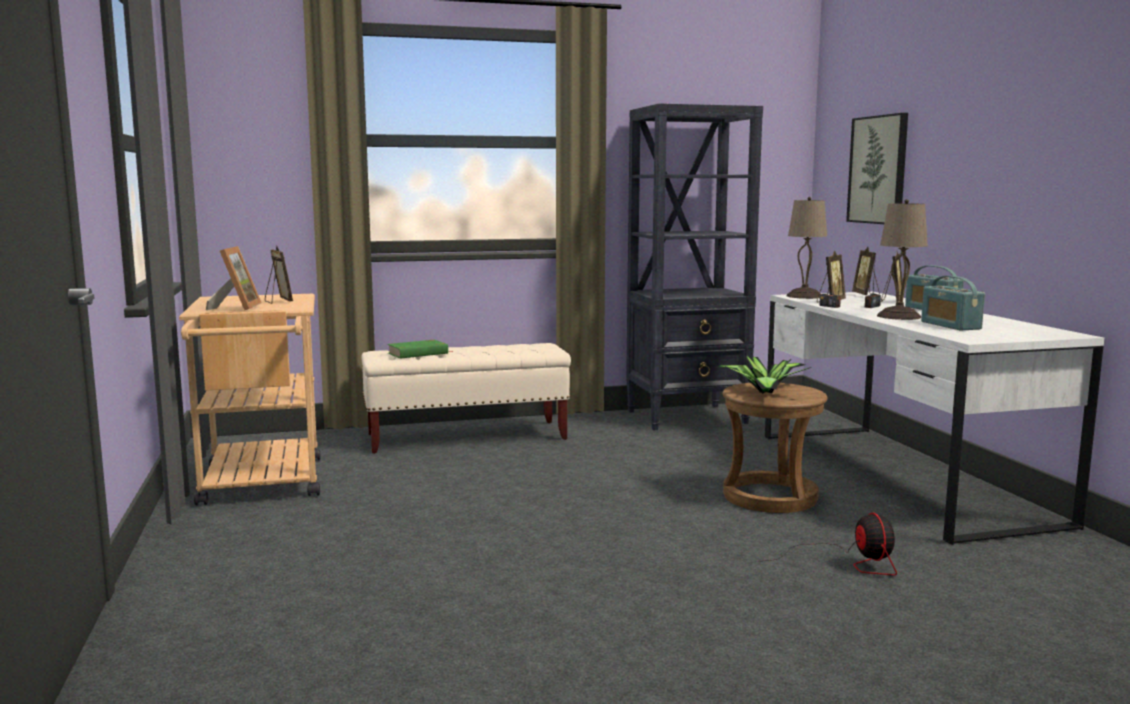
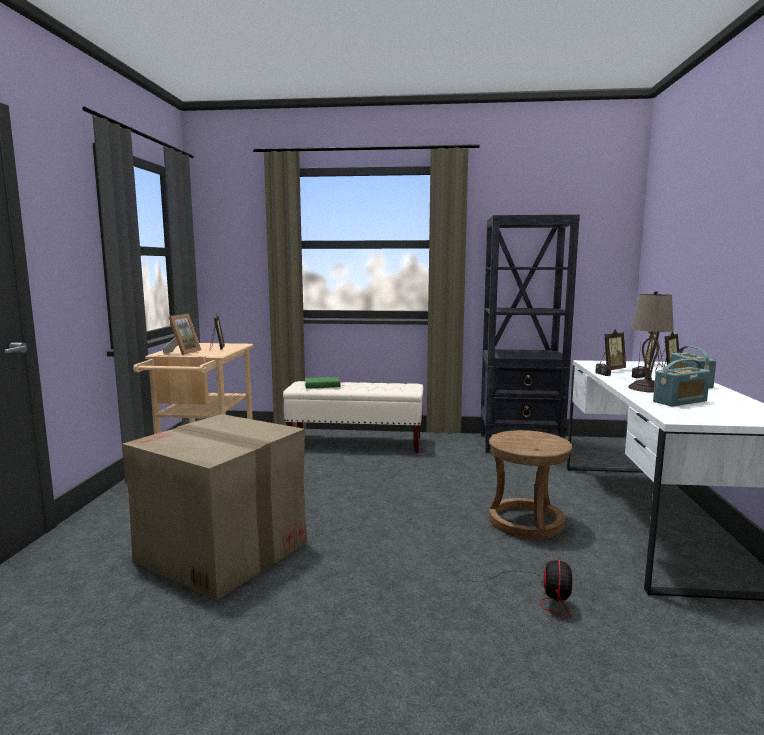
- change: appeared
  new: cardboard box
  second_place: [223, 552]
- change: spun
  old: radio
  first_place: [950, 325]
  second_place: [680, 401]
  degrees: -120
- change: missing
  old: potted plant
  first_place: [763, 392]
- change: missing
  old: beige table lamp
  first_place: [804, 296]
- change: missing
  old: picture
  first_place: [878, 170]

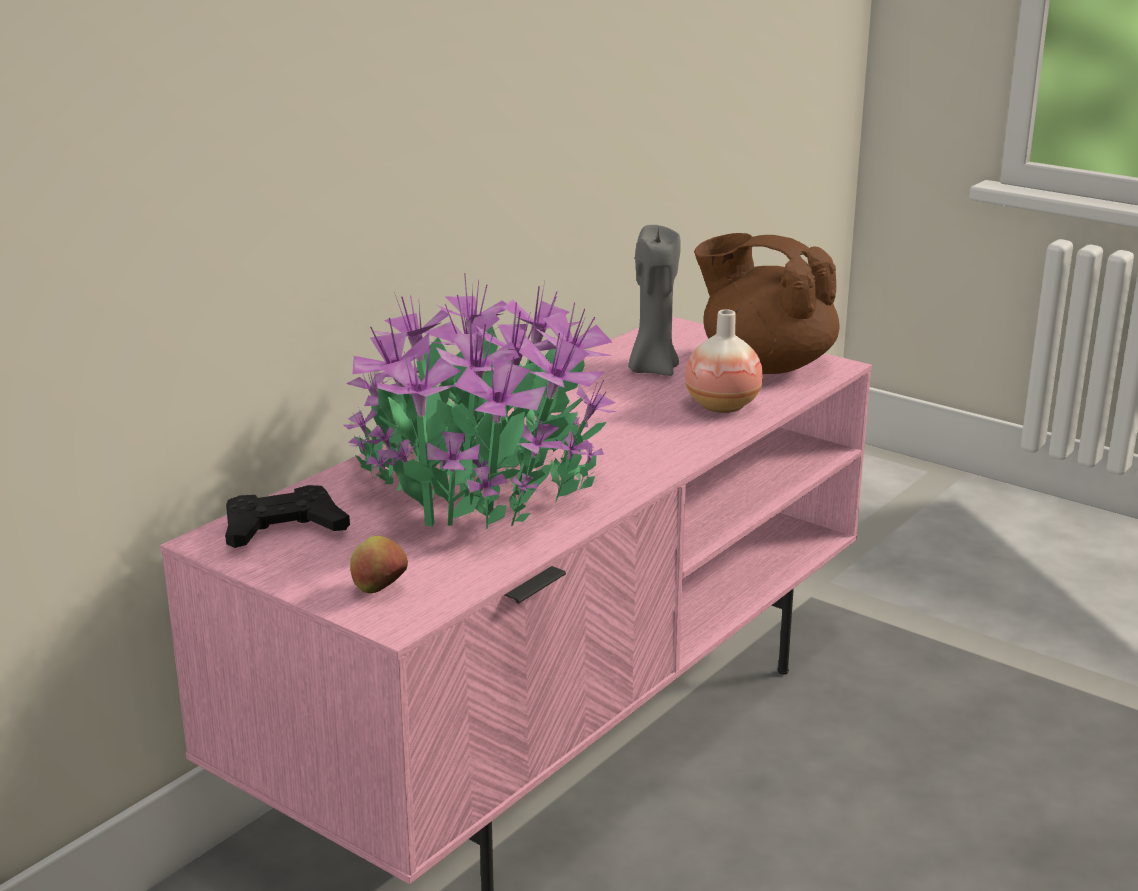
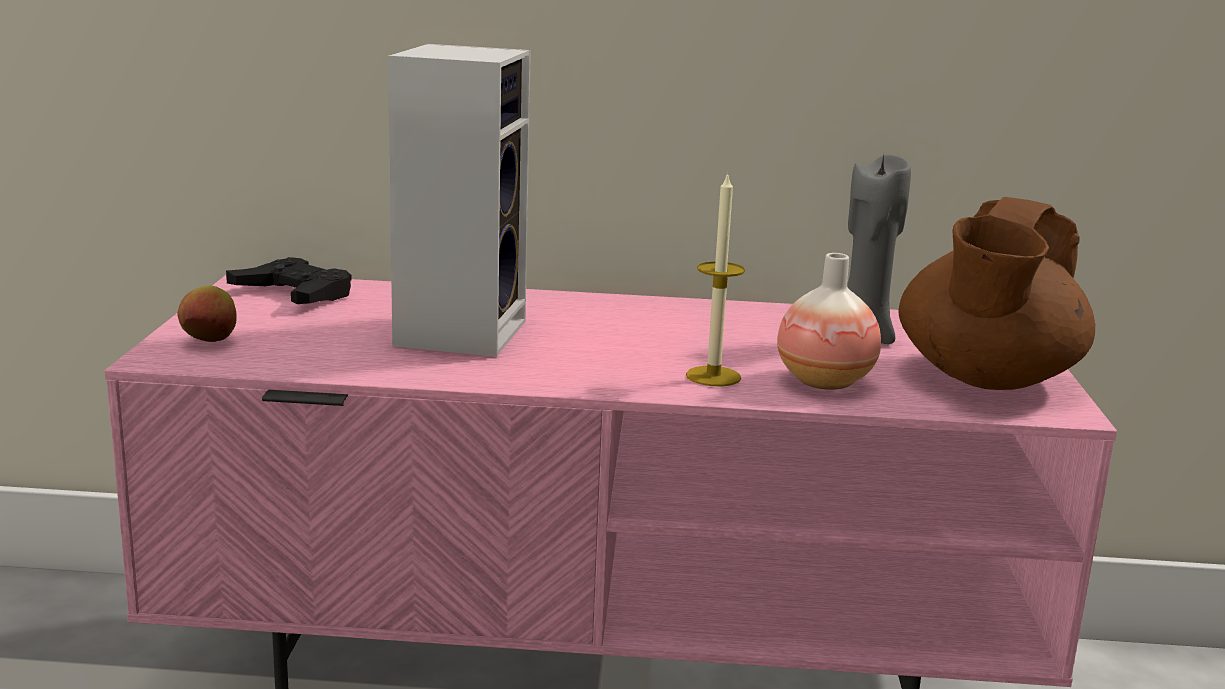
- change: exchanged
  old: potted plant
  new: speaker
  first_place: [478, 487]
  second_place: [460, 331]
- change: appeared
  new: candle
  second_place: [713, 376]
- change: spun
  old: brown teapot
  first_place: [765, 364]
  second_place: [986, 379]
  degrees: -150

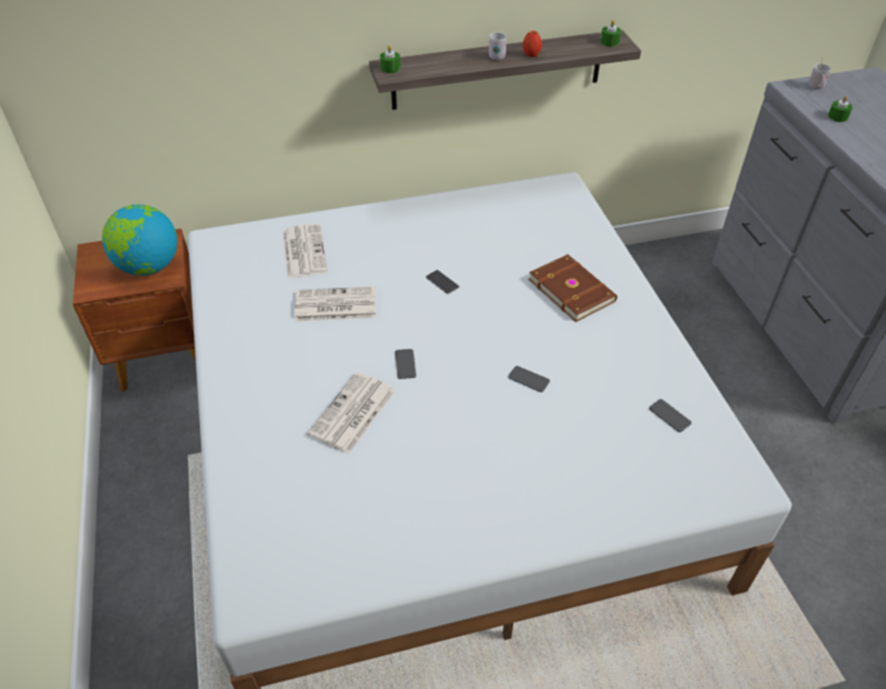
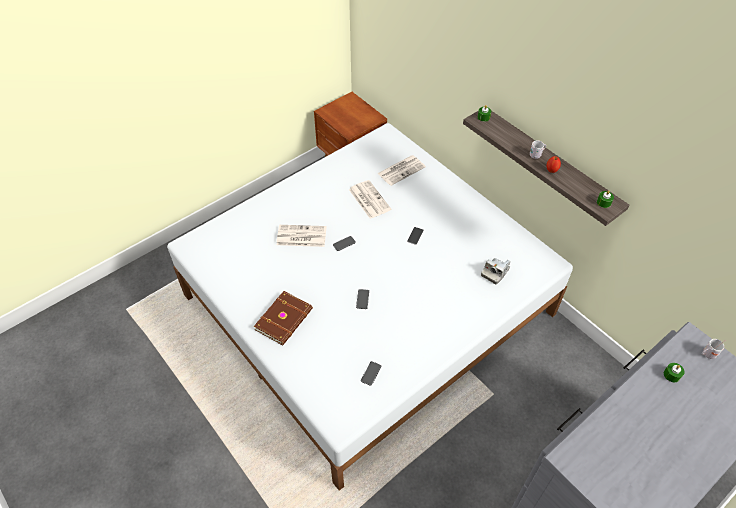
- change: relocated
  old: brown book
  first_place: [572, 289]
  second_place: [285, 319]
- change: appeared
  new: photo camera
  second_place: [495, 272]
- change: missing
  old: globe
  first_place: [149, 266]

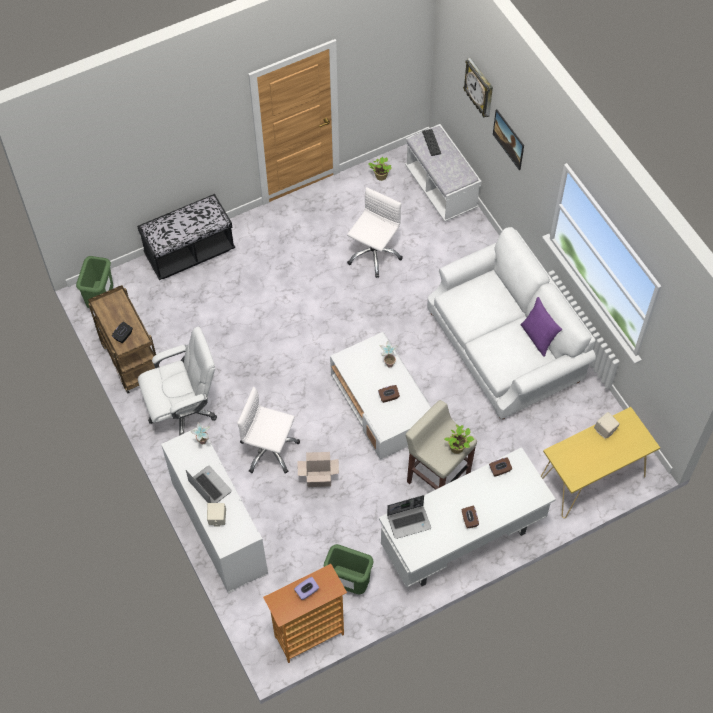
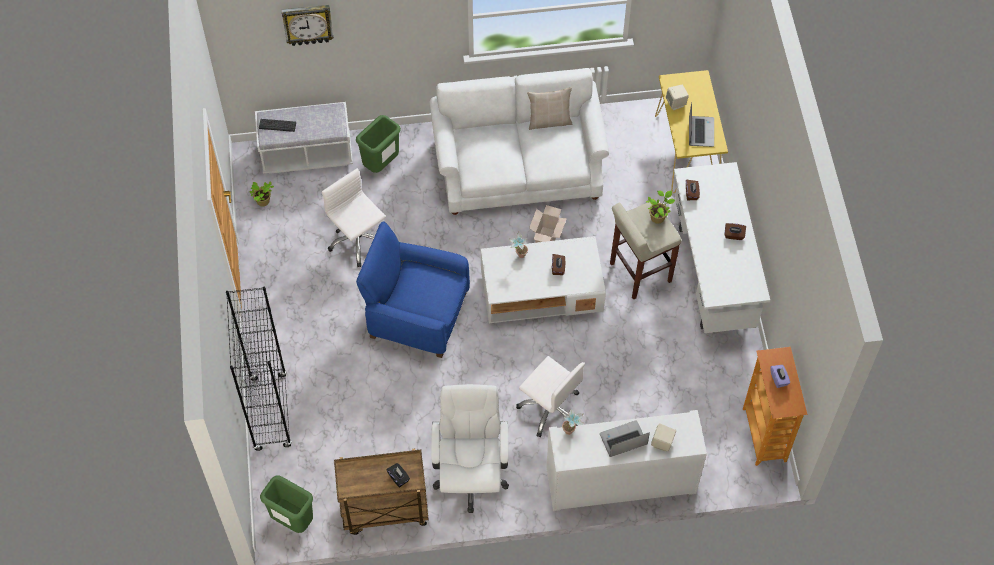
- change: exchanged
  old: black bench
  new: black bookcase
  first_place: [189, 252]
  second_place: [270, 412]
- change: relocated
  old: green trash can
  first_place: [348, 584]
  second_place: [381, 164]
- change: appeared
  new: blue armchair
  second_place: [417, 314]
- change: spun
  old: white office chair
  first_place: [269, 450]
  second_place: [550, 408]
  degrees: -90
- change: colour
  old: purple pillow
  new: beige pillow
  first_place: [538, 337]
  second_place: [549, 121]
- change: relocated
  old: cardboard box
  first_place: [318, 479]
  second_place: [547, 239]
- change: relocated
  old: laptop
  first_place: [409, 521]
  second_place: [700, 131]
- change: missing
  old: picture
  first_place: [507, 145]

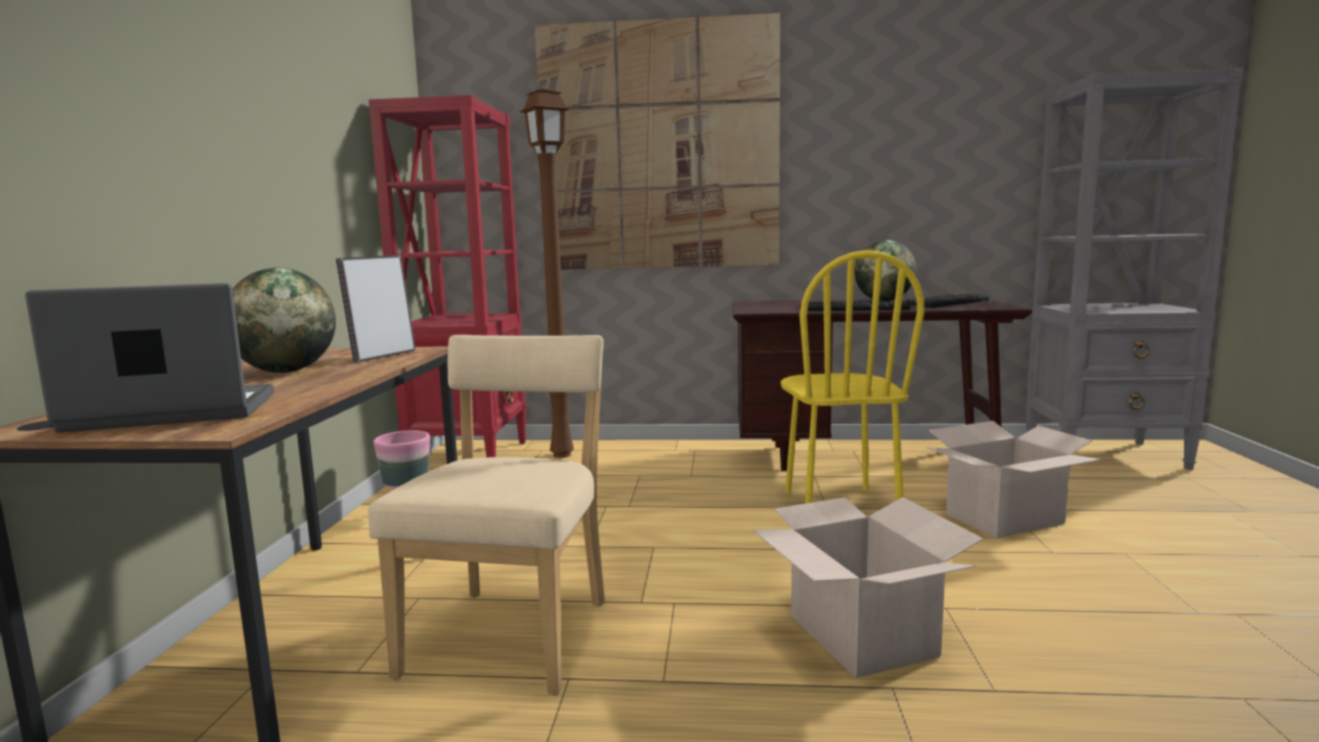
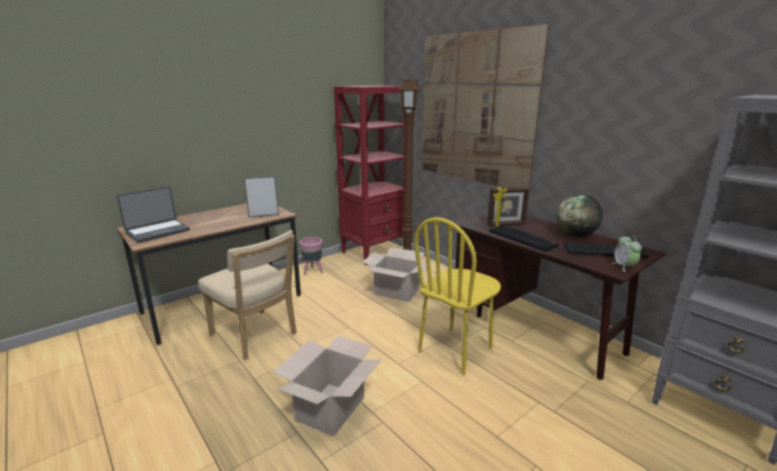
- change: spun
  old: laptop
  first_place: [172, 413]
  second_place: [157, 231]
  degrees: 105
- change: spun
  old: beige chair
  first_place: [513, 633]
  second_place: [256, 336]
  degrees: 75
- change: relocated
  old: cardboard box
  first_place: [1003, 518]
  second_place: [397, 291]
- change: appeared
  new: picture frame
  second_place: [506, 225]
- change: appeared
  new: alarm clock
  second_place: [624, 267]
- change: missing
  old: globe
  first_place: [286, 371]

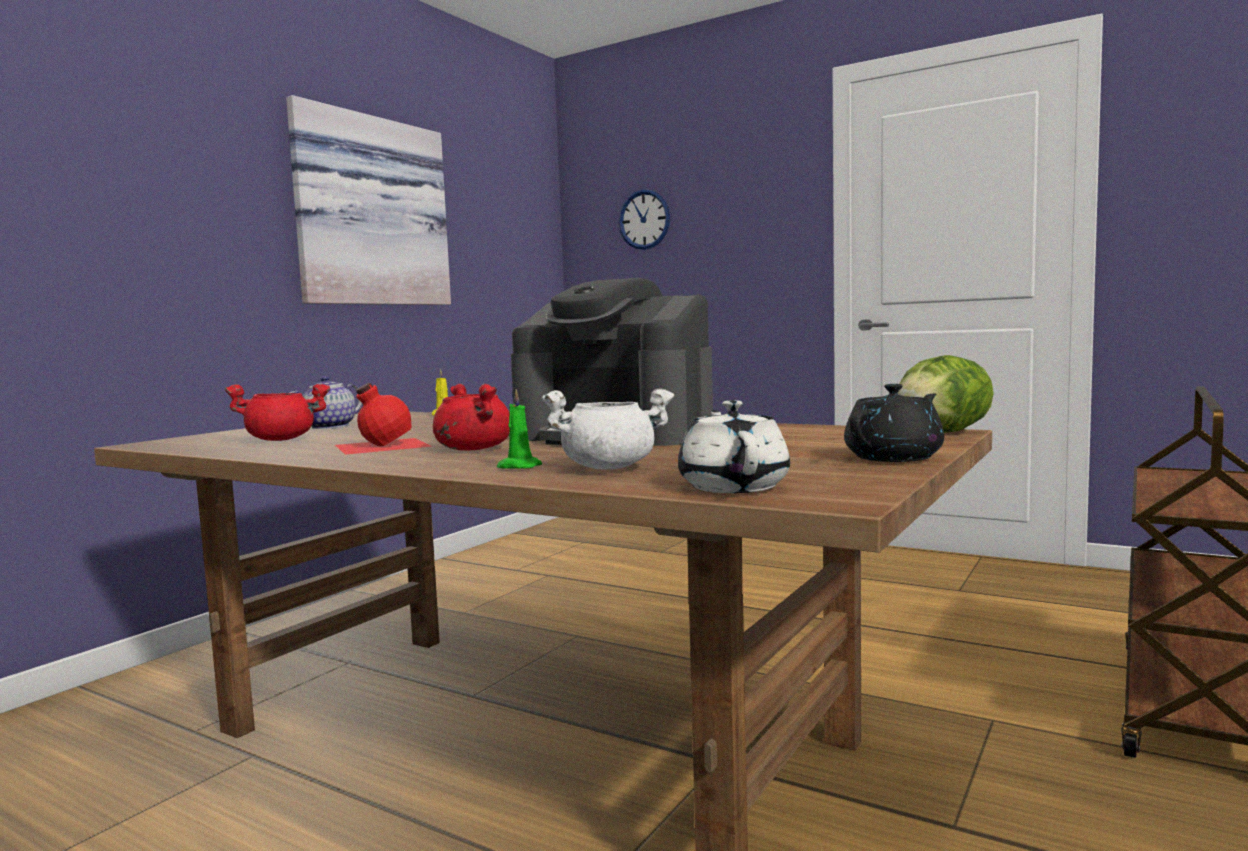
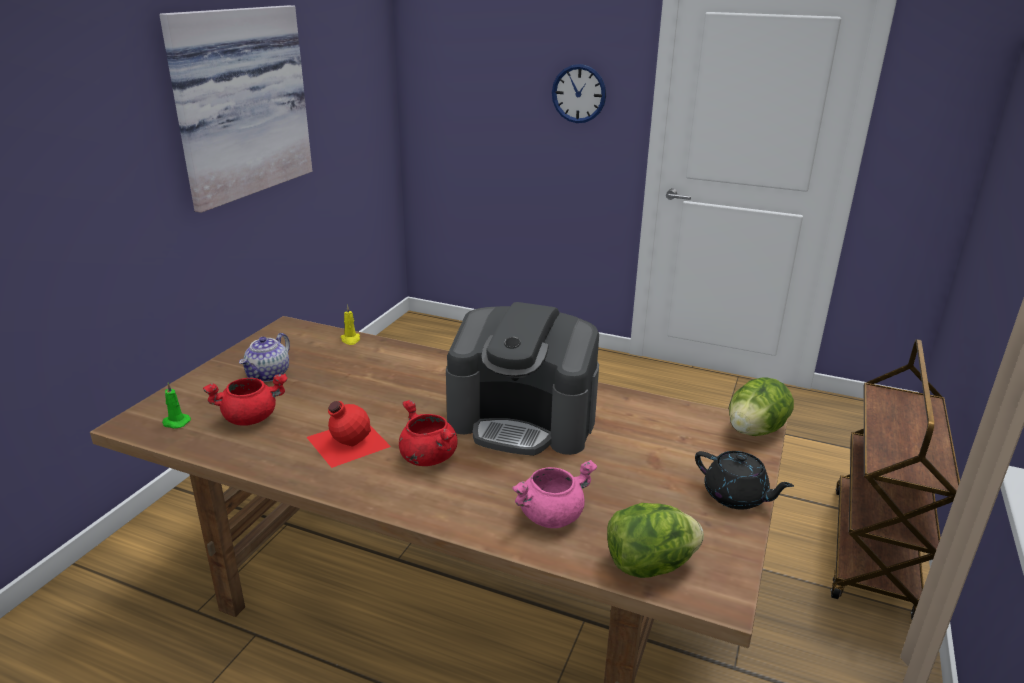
- change: relocated
  old: green candle
  first_place: [518, 467]
  second_place: [175, 422]
- change: colour
  old: white cooking pot
  new: pink cooking pot
  first_place: [610, 467]
  second_place: [551, 515]
- change: relocated
  old: wall clock
  first_place: [644, 219]
  second_place: [579, 93]
- change: exchanged
  old: white teapot
  new: lettuce
  first_place: [733, 486]
  second_place: [649, 565]
- change: spun
  old: black teapot
  first_place: [895, 457]
  second_place: [736, 496]
  degrees: 90

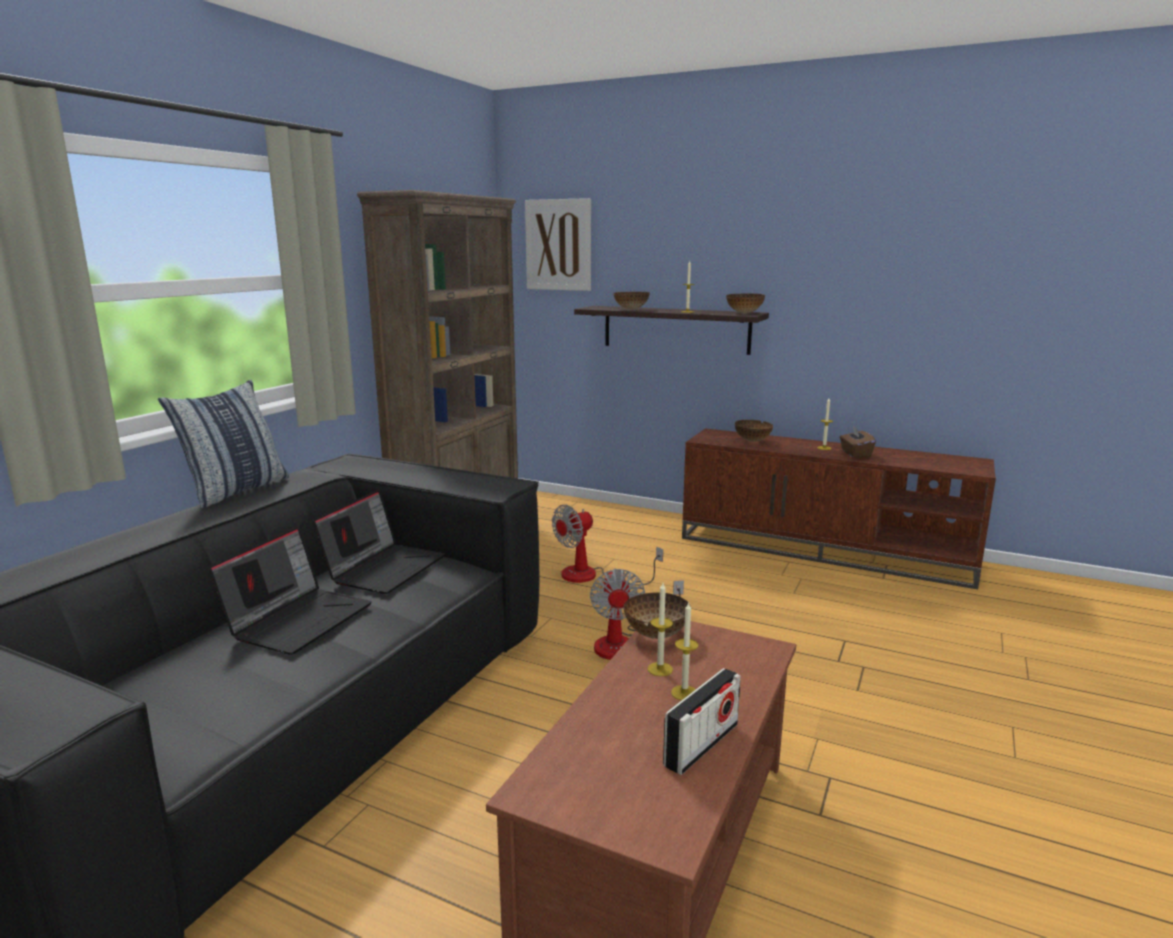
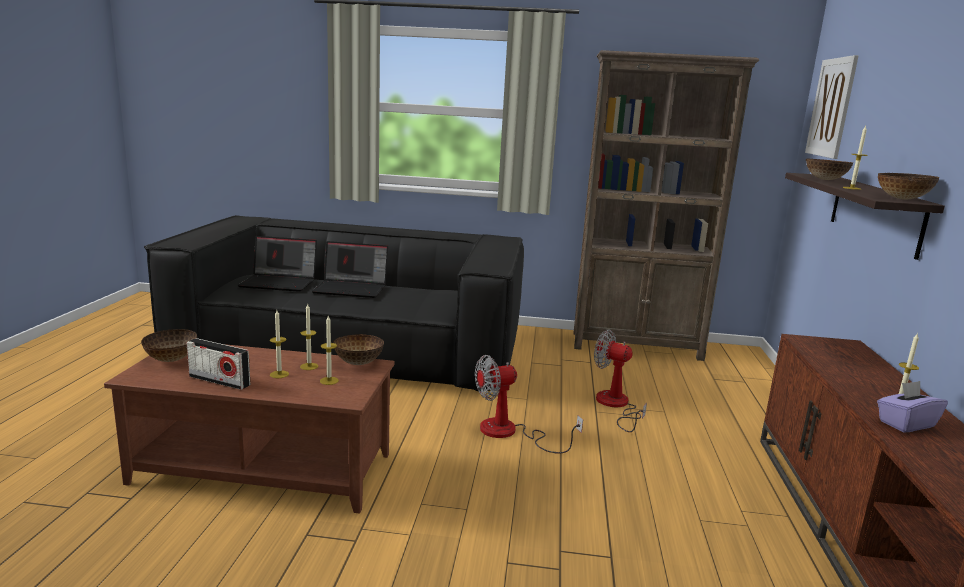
- change: relocated
  old: bowl
  first_place: [752, 441]
  second_place: [170, 360]
- change: relocated
  old: laptop
  first_place: [384, 568]
  second_place: [280, 283]
- change: appeared
  new: candle
  second_place: [329, 381]
- change: colour
  old: brown tissue box
  new: purple tissue box
  first_place: [855, 454]
  second_place: [905, 424]
- change: missing
  old: pillow
  first_place: [236, 490]

